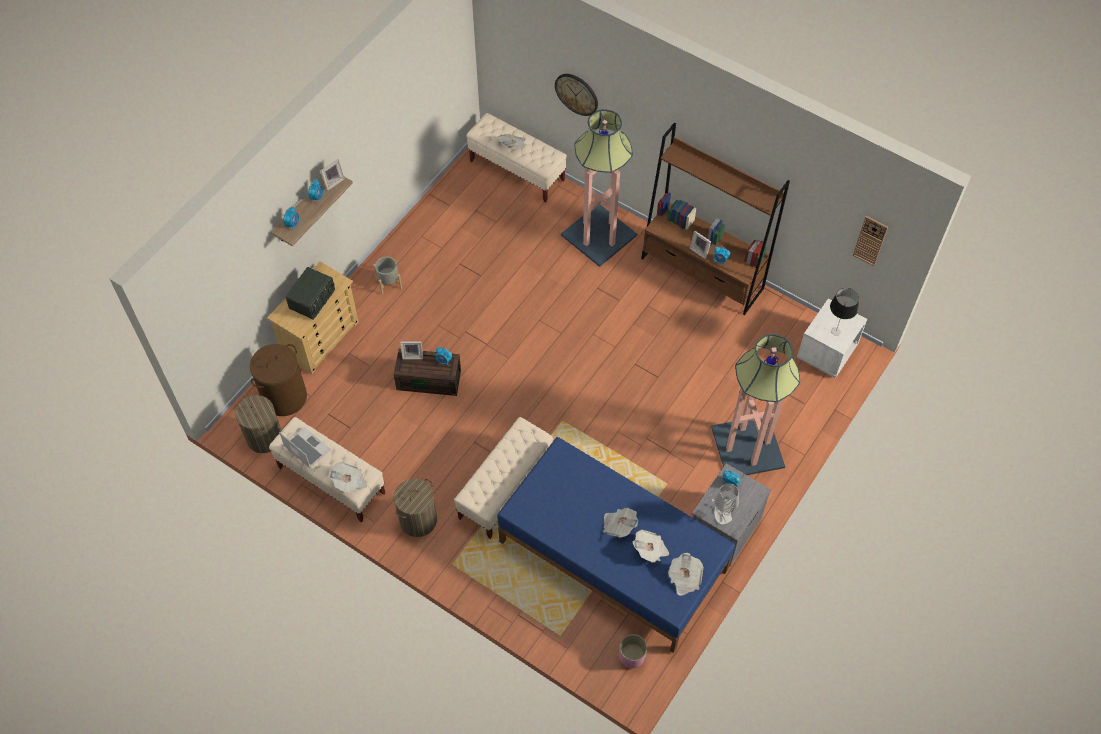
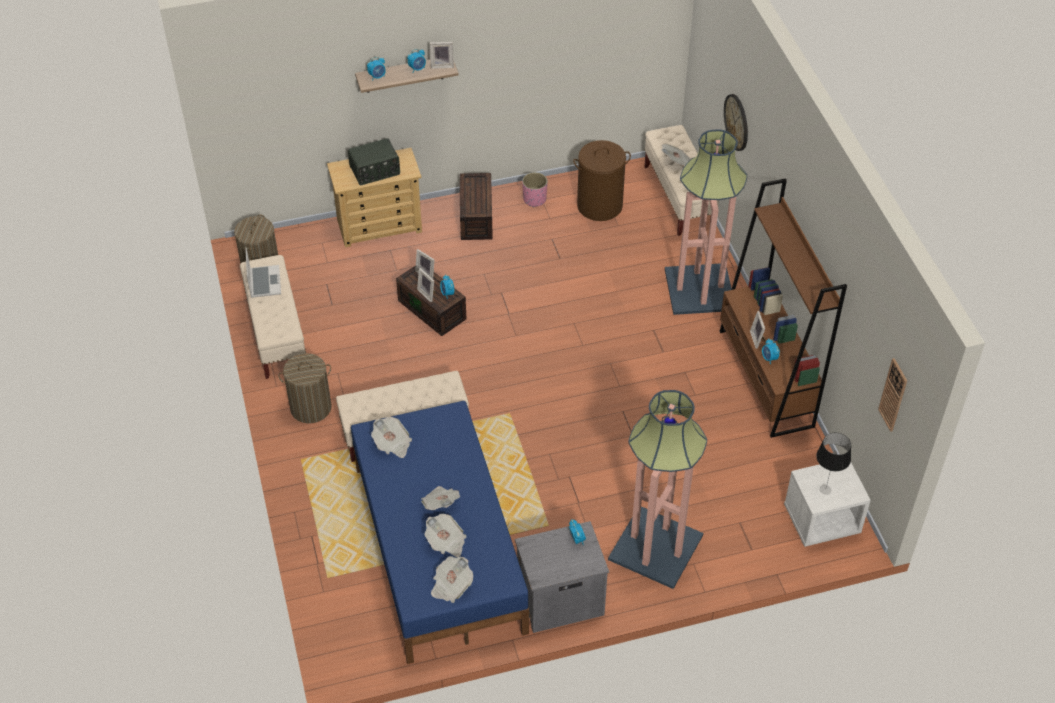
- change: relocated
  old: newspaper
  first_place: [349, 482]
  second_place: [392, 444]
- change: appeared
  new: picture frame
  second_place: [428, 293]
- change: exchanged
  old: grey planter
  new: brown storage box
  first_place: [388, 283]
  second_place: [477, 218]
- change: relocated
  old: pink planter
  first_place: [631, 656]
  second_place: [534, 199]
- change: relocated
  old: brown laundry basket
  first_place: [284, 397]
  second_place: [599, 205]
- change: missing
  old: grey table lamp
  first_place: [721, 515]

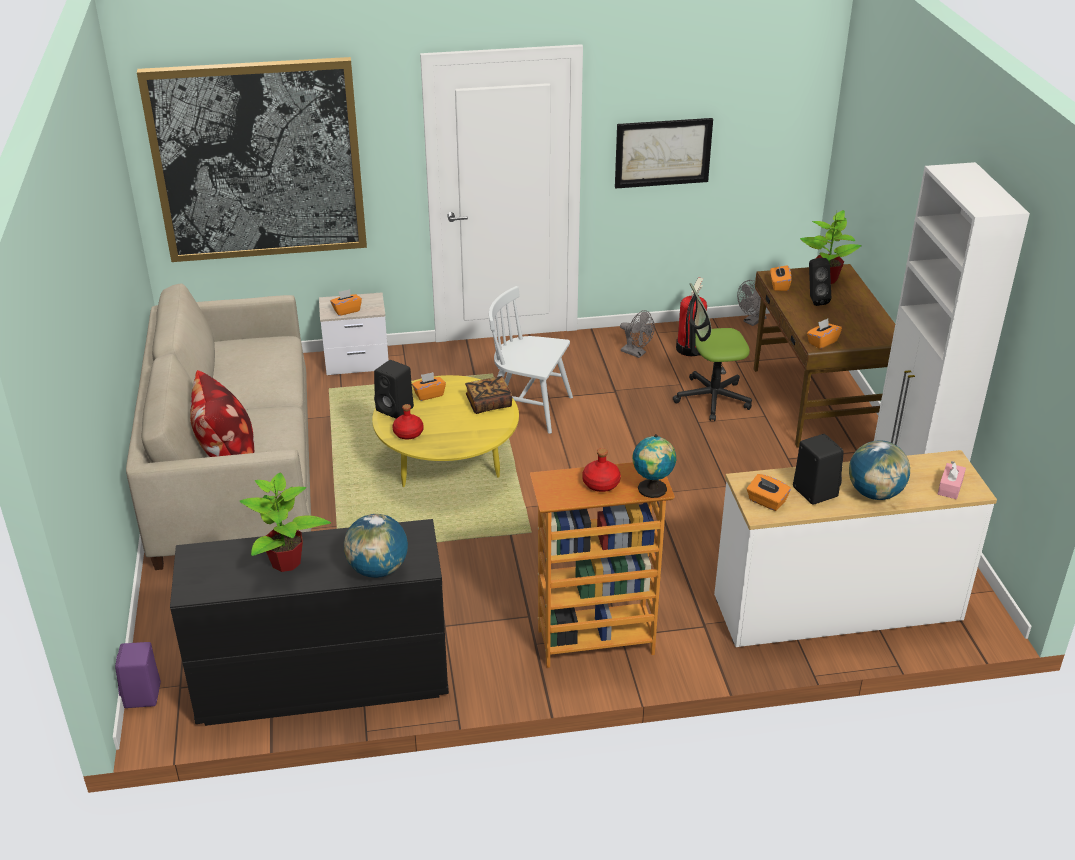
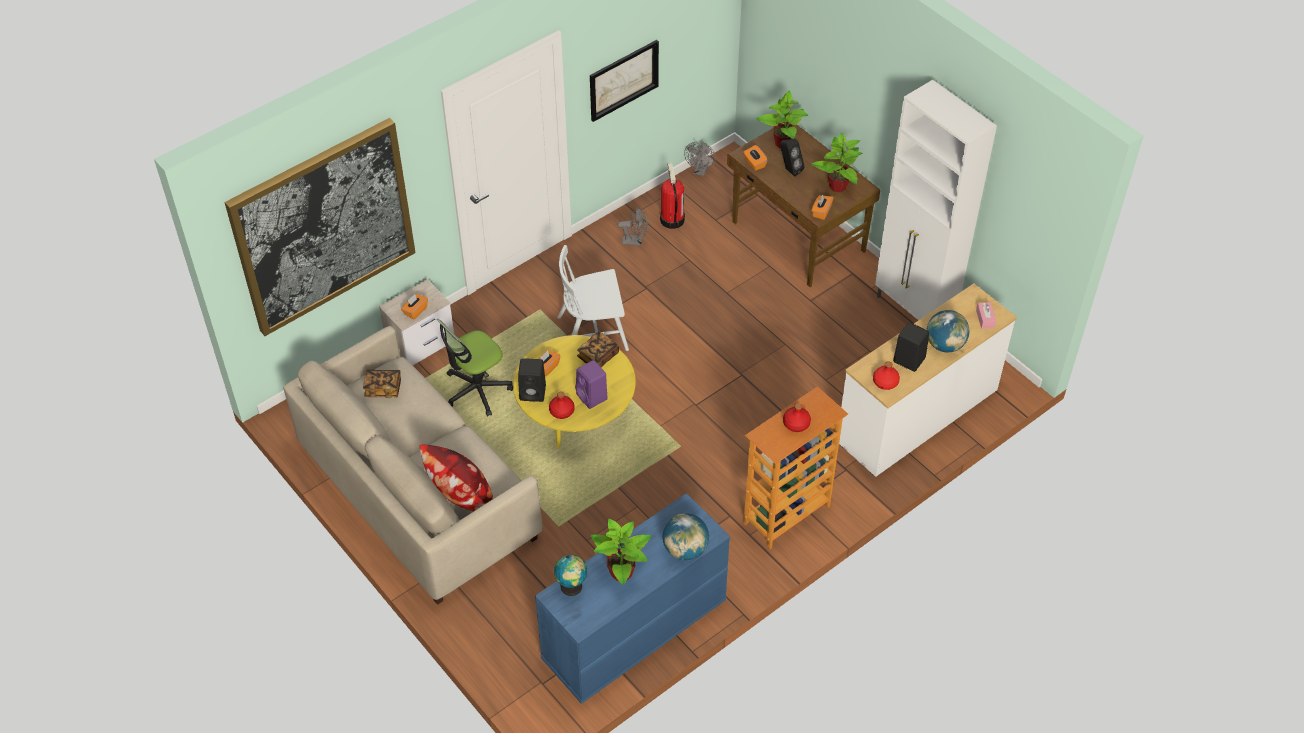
- change: appeared
  new: book
  second_place: [383, 389]
- change: relocated
  old: office chair
  first_place: [712, 398]
  second_place: [476, 390]
- change: colour
  old: black dresser
  new: blue dresser
  first_place: [321, 681]
  second_place: [633, 632]
- change: relocated
  old: globe
  first_place: [652, 490]
  second_place: [572, 587]
- change: relocated
  old: purple speaker
  first_place: [142, 696]
  second_place: [592, 397]
- change: appeared
  new: potted plant
  second_place: [837, 186]
- change: exchanged
  old: orange tissue box
  new: red bottle
  first_place: [766, 502]
  second_place: [885, 382]

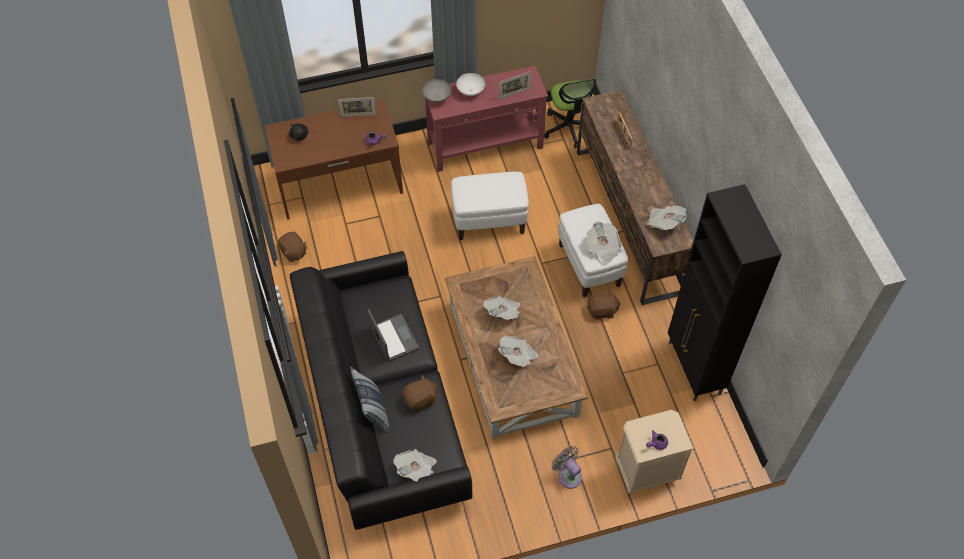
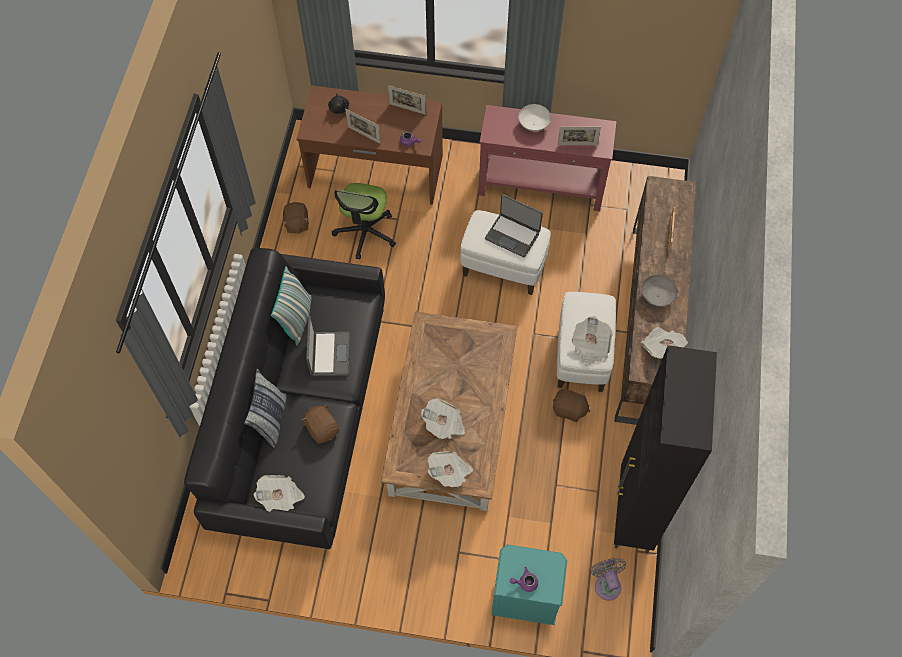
- change: appeared
  new: pillow
  second_place: [297, 319]
- change: spun
  old: brown plush toy
  first_place: [421, 400]
  second_place: [322, 429]
  degrees: -120
- change: relocated
  old: office chair
  first_place: [569, 127]
  second_place: [365, 233]
- change: appeared
  new: picture frame
  second_place: [364, 135]
- change: relocated
  old: newspaper
  first_place: [503, 312]
  second_place: [450, 472]
- change: appeared
  new: laptop
  second_place: [513, 235]
- change: colour
  old: beige nightstand
  new: turquoise nightstand
  first_place: [645, 471]
  second_place: [524, 599]
- change: relocated
  old: grey fan
  first_place: [568, 475]
  second_place: [607, 584]
- change: relocated
  old: grey bowl
  first_place: [437, 97]
  second_place: [656, 296]

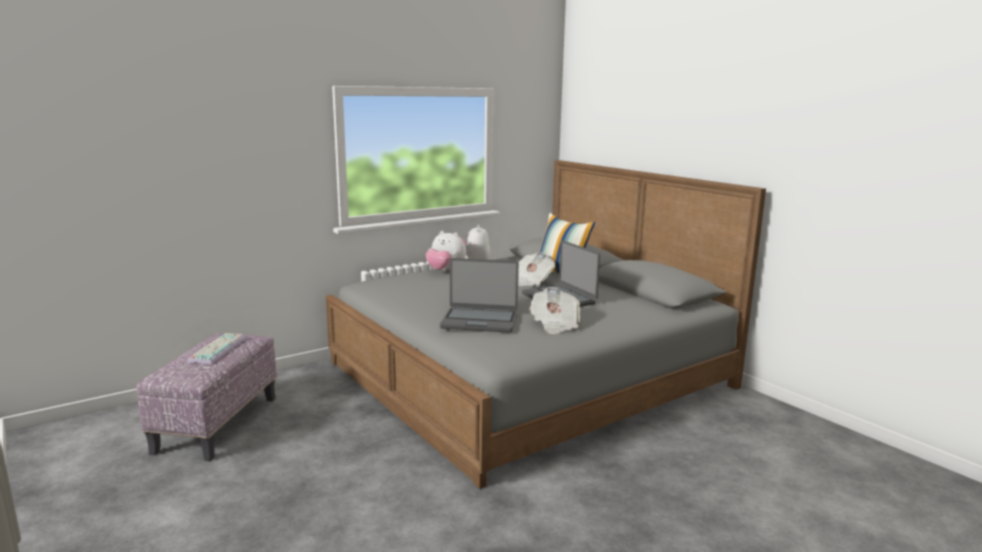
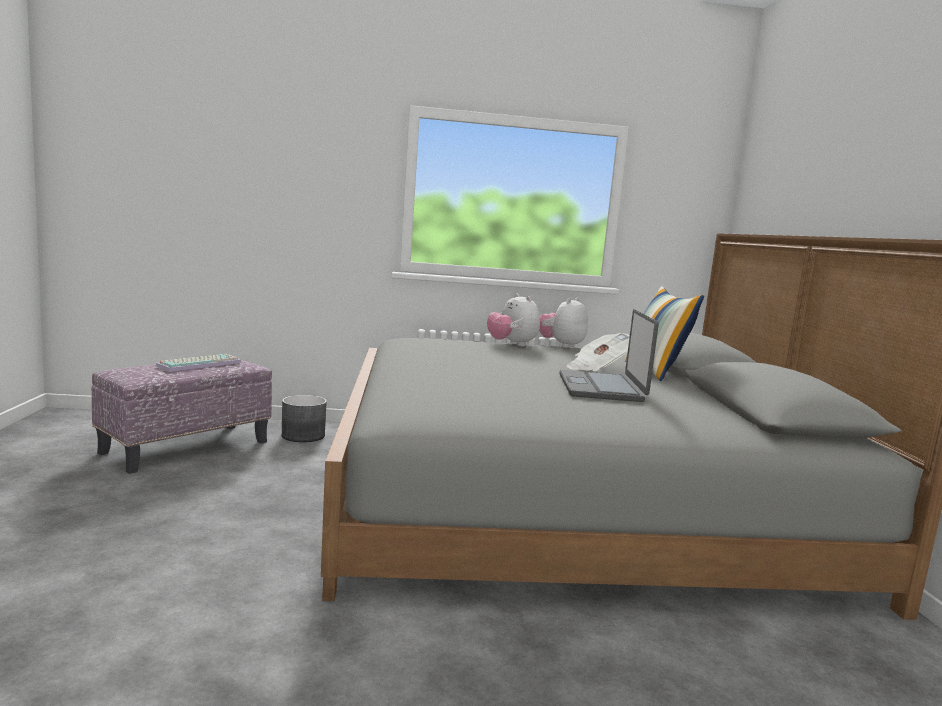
- change: appeared
  new: grey planter
  second_place: [303, 435]
- change: missing
  old: laptop
  first_place: [479, 321]
- change: missing
  old: newspaper
  first_place: [554, 324]

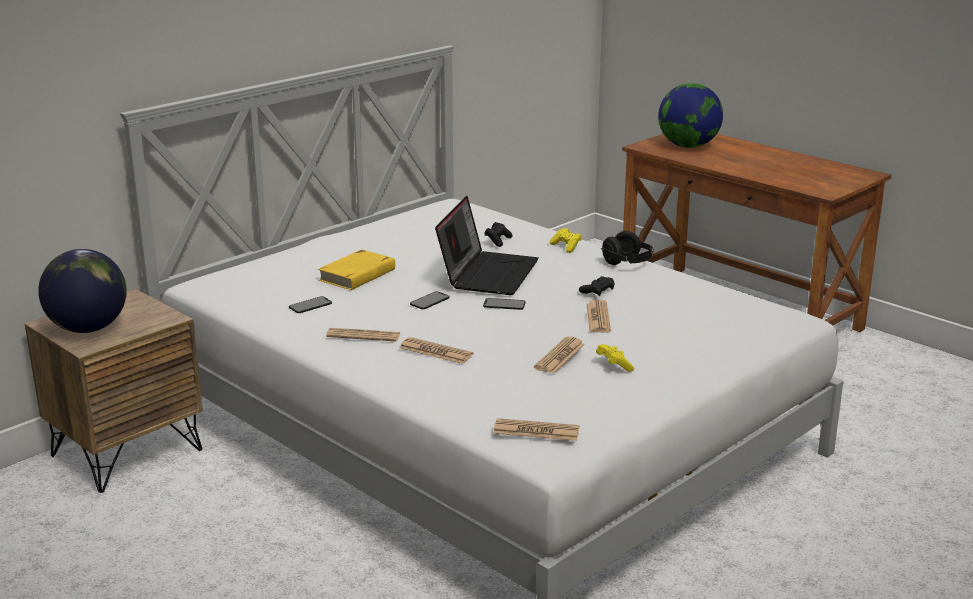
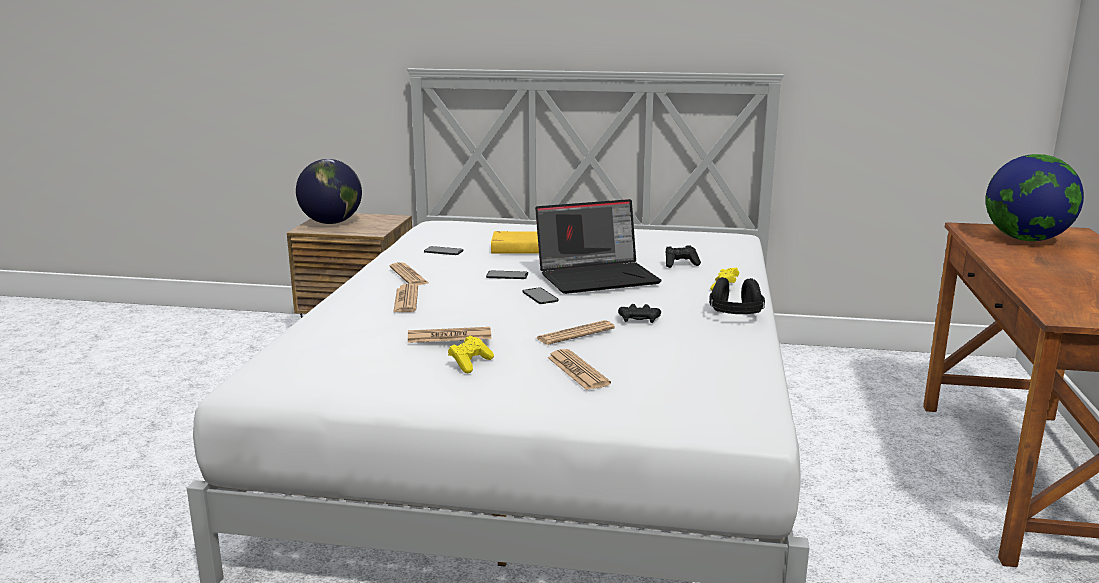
- change: relocated
  old: newspaper
  first_place: [536, 431]
  second_place: [577, 371]

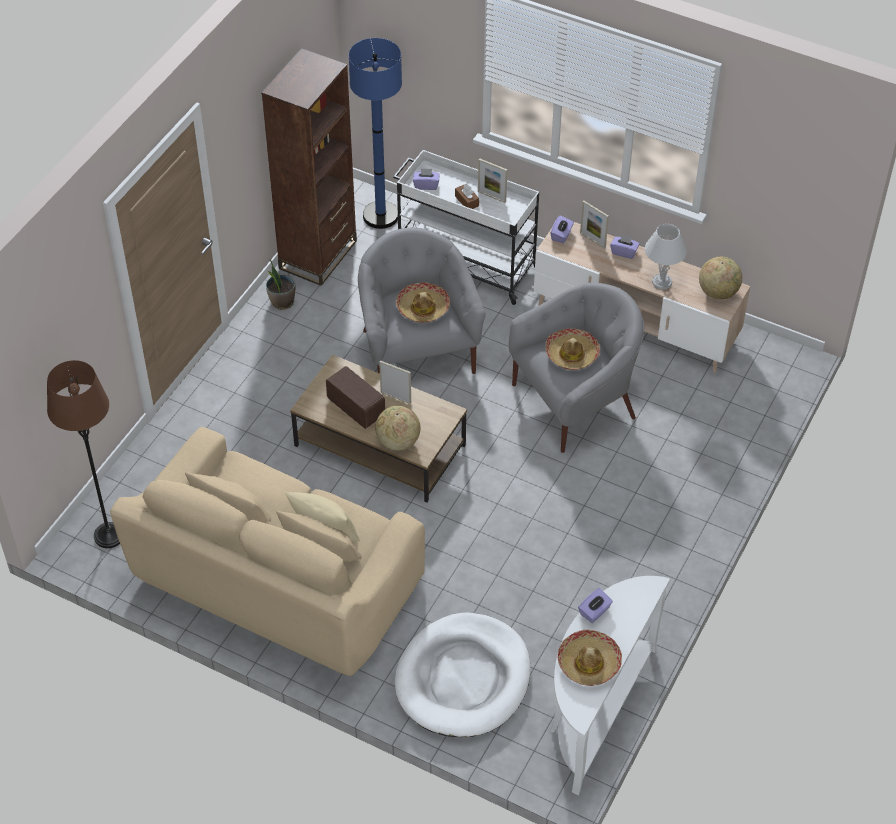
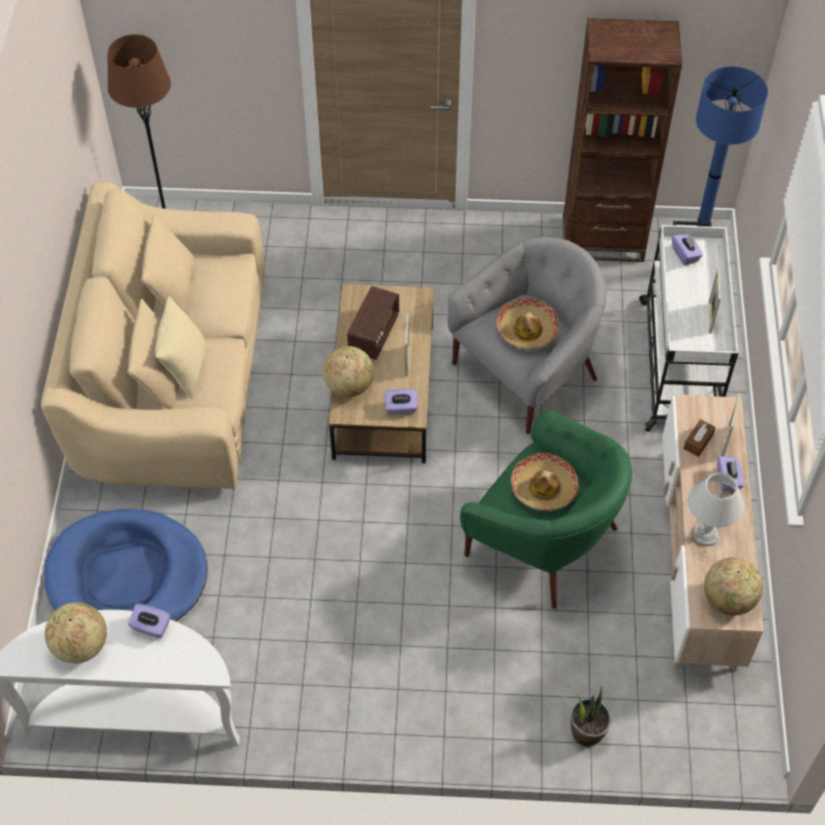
- change: colour
  old: white dog bed
  new: blue dog bed
  first_place: [463, 679]
  second_place: [127, 577]
- change: exchanged
  old: hat
  new: globe
  first_place: [589, 663]
  second_place: [80, 646]
- change: relocated
  old: purple tissue box
  first_place: [561, 235]
  second_place: [401, 408]
- change: colour
  old: grey armchair
  new: green armchair
  first_place: [575, 402]
  second_place: [543, 541]
- change: relocated
  old: potted plant
  first_place: [282, 302]
  second_place: [587, 731]
- change: relocated
  old: brown tissue box
  first_place: [467, 201]
  second_place: [698, 441]

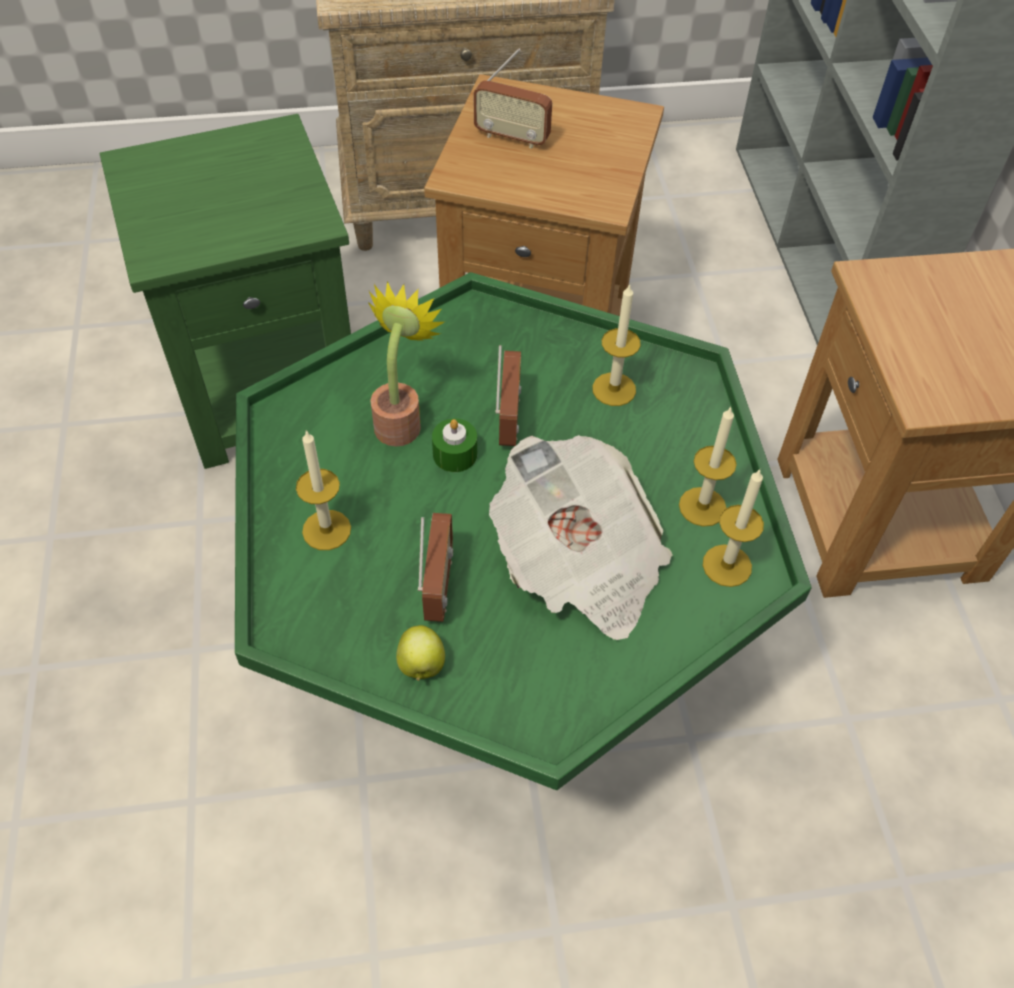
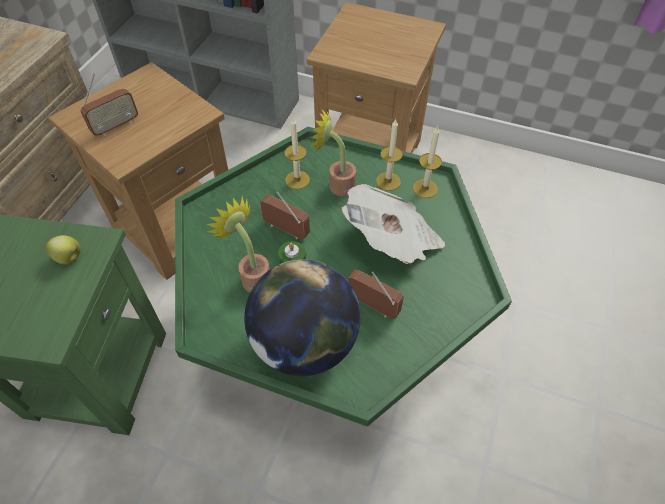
- change: relocated
  old: apple
  first_place: [421, 666]
  second_place: [70, 258]
- change: exchanged
  old: candle
  new: globe
  first_place: [326, 530]
  second_place: [305, 343]
- change: appeared
  new: potted plant
  second_place: [337, 185]

